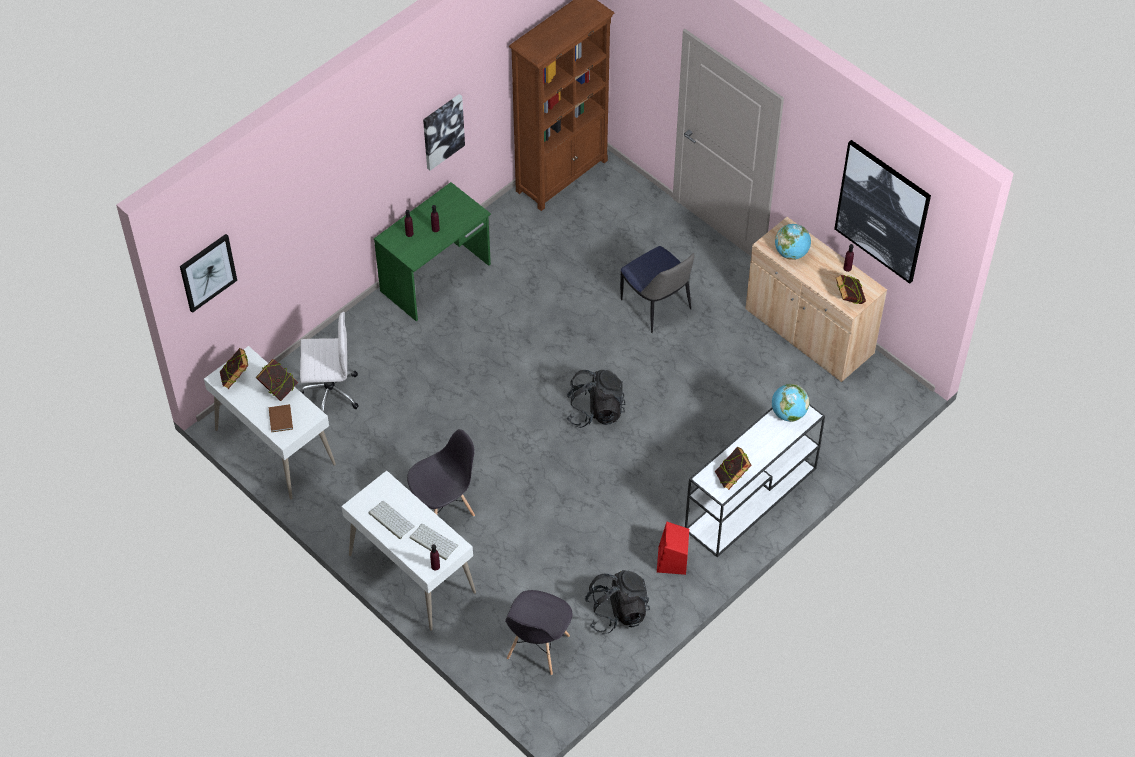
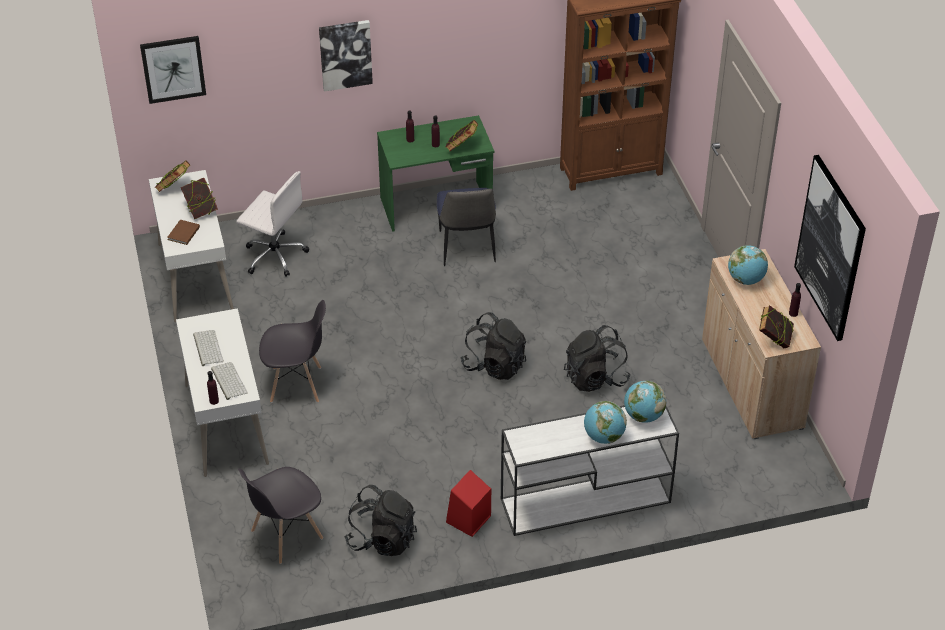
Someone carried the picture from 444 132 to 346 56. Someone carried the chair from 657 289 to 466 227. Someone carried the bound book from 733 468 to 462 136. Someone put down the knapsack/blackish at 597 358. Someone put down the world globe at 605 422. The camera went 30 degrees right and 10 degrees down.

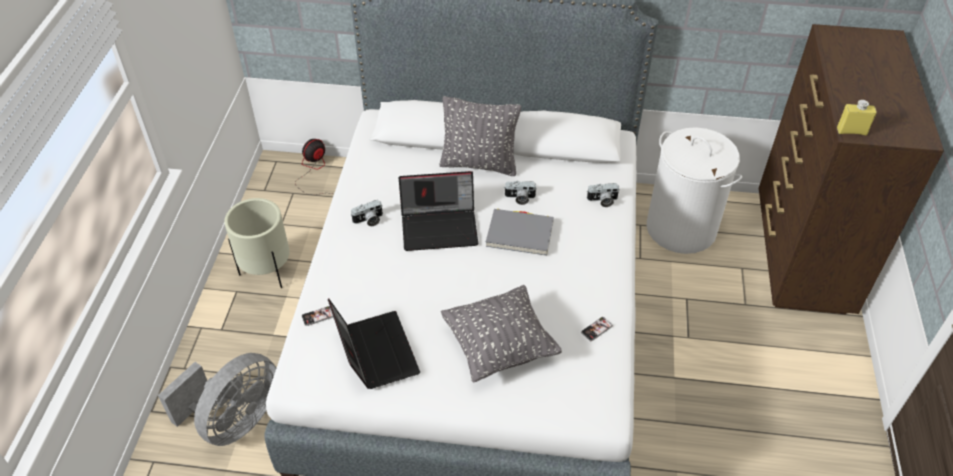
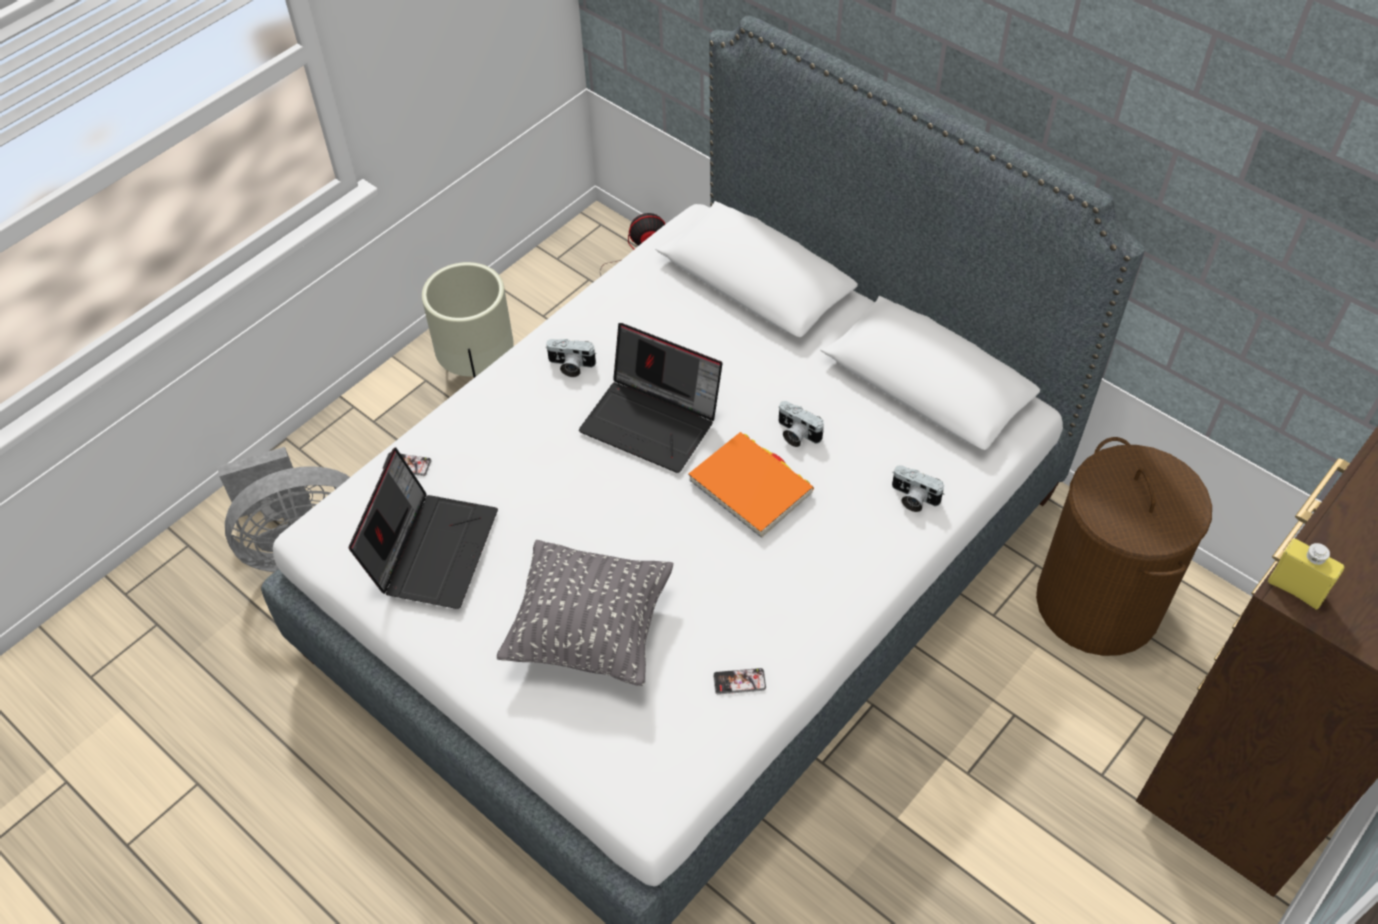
Someone took away the pillow/grey at 480 136. Someone repainted the bound book/grey at 520 232, which became the bound book/orangey at 751 485. Someone repainted the washing basket/white at 694 190, which became the washing basket/brownish at 1124 546. The camera went 35 degrees right and 5 degrees up.

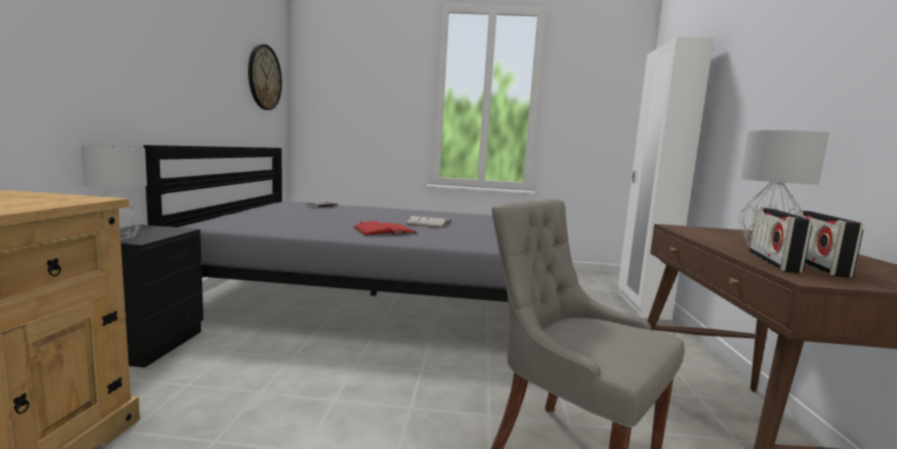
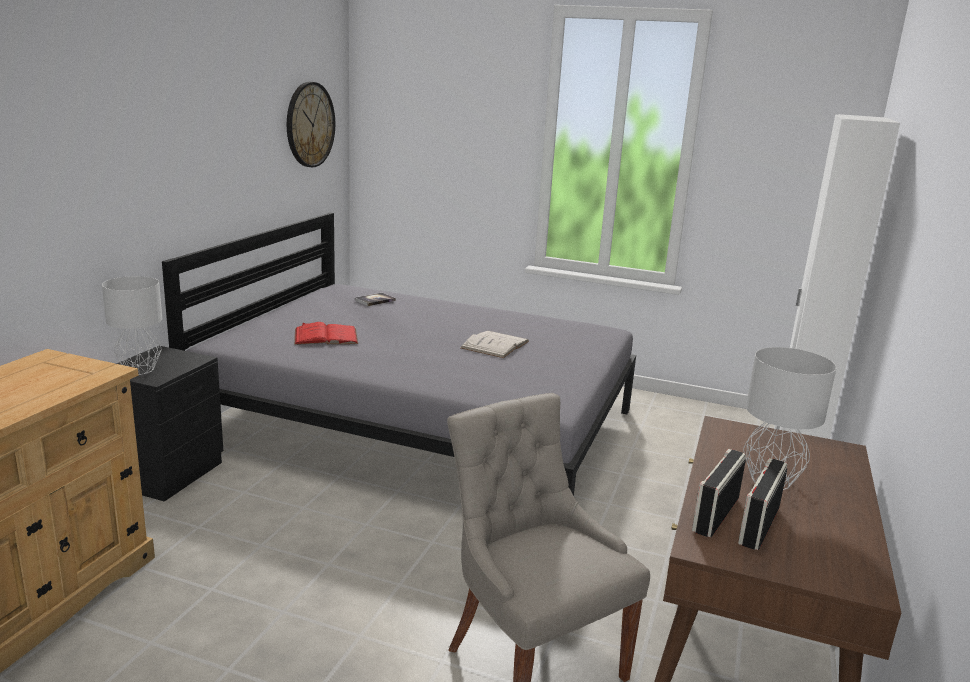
Someone carried the bound book/reddish from 385 228 to 326 333. The camera went 15 degrees right and 10 degrees up.

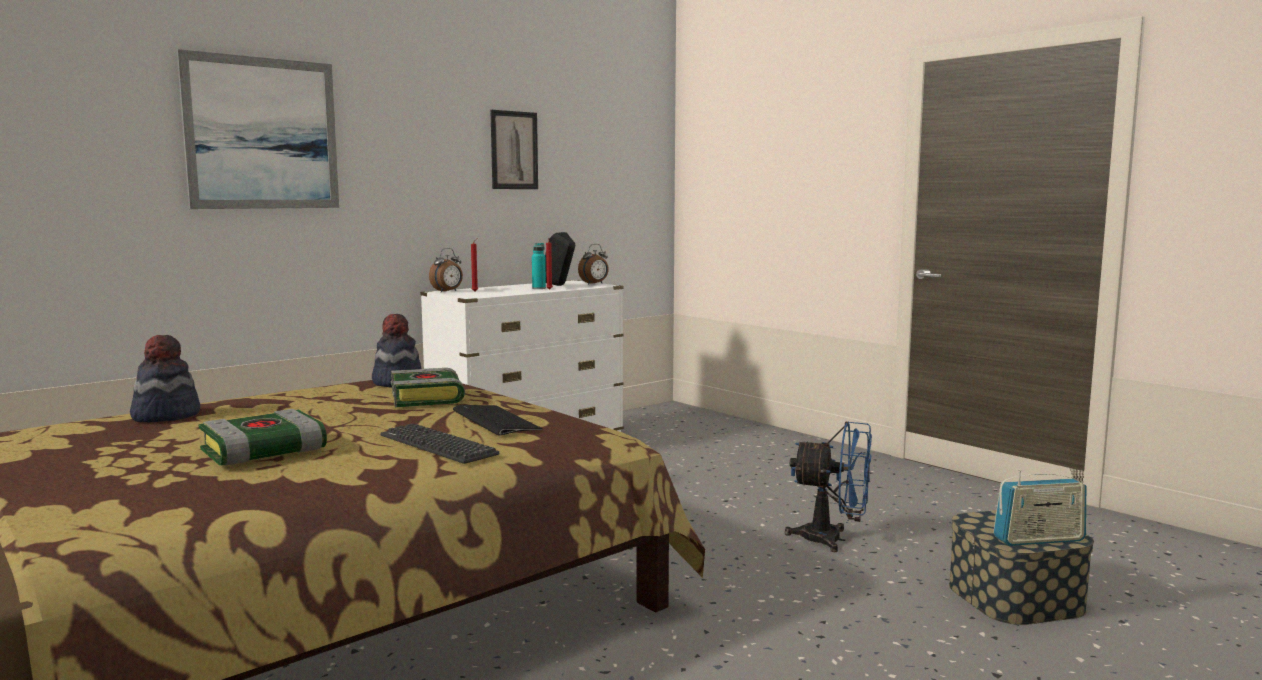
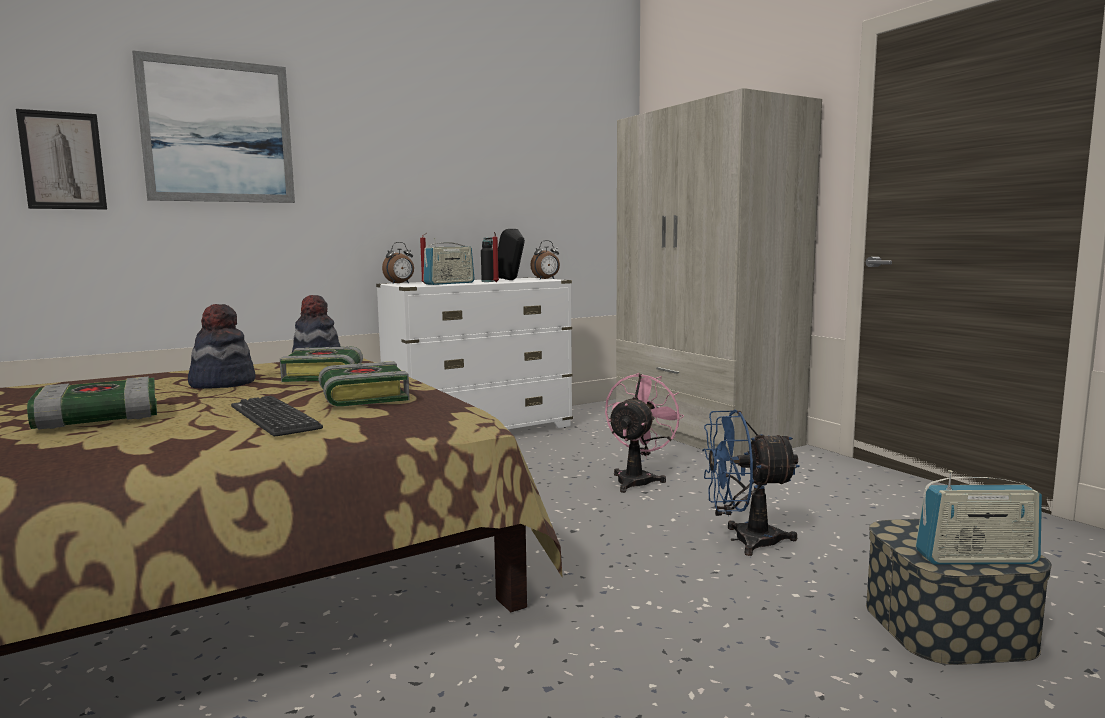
Someone carried the clothing hat from 165 378 to 222 346. Someone swapped the PC keyboard at 498 420 for the bound book at 364 384. Someone carried the picture from 514 149 to 61 159. Someone repainted the bottle/turquoise-coloured at 539 266, which became the bottle/blackish at 488 259. Someone rotated the electric fan/bluish at 828 486 by 150 degrees clockwise. Someone put down the radio at 449 261. Someone put down the electric fan/pink at 644 433. Someone put down the clothes cupboard/beige at 719 272. The camera went 10 degrees right and 0 degrees up.

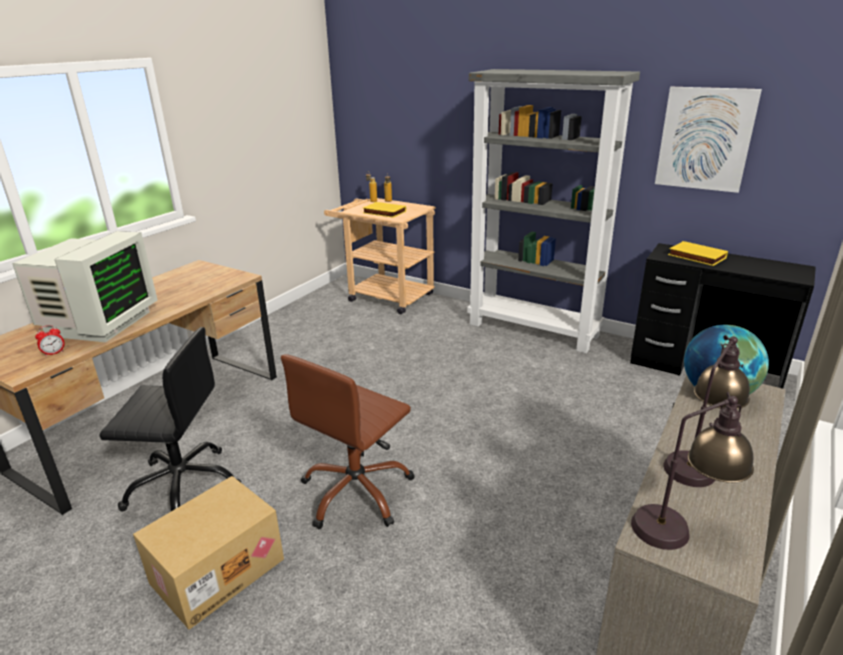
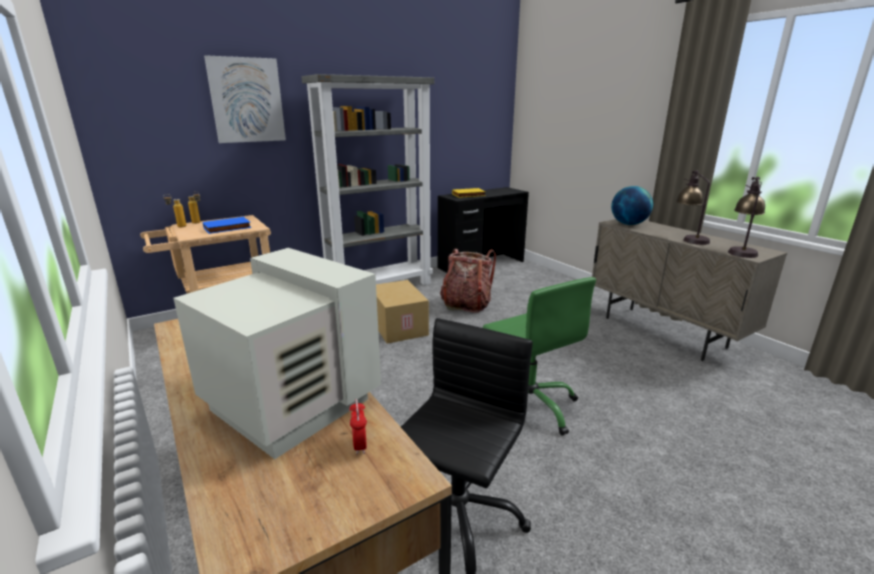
Someone carried the packing box from 208 553 to 402 312. Someone repainted the computer chair/brownish at 348 441, which became the computer chair/green at 539 356. Someone repainted the bound book/yellow-coloured at 384 210, which became the bound book/bluish at 227 225. Someone carried the picture from 708 140 to 245 99. Someone put down the knapsack at 468 281. The camera went 65 degrees left and 5 degrees down.

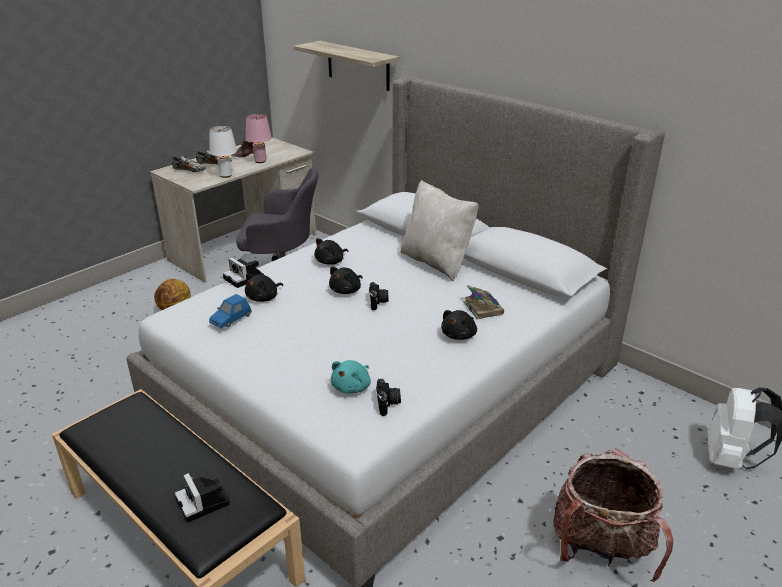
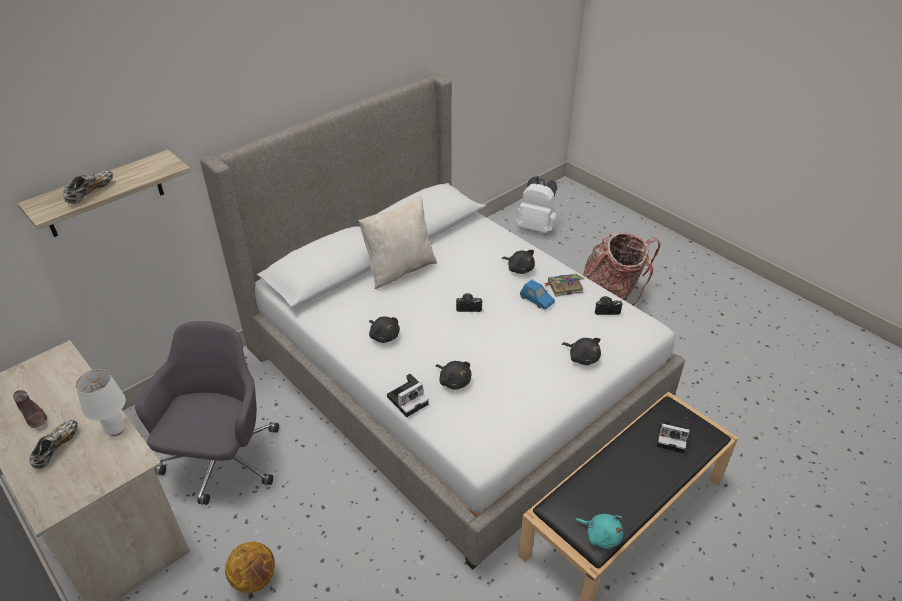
Someone carried the item of footwear from 189 164 to 88 187. Someone rotated the still camera at 202 498 by 45 degrees clockwise. Someone carried the toy car/bluish from 230 311 to 537 295. Someone took away the table lamp/pink at 259 138. Someone carried the plush toy/blackish from 346 280 to 581 351. Someone carried the plush toy/turquoise-coloured from 351 377 to 599 531. Someone carried the bound book from 483 302 to 564 285. The camera went 85 degrees left and 10 degrees up.

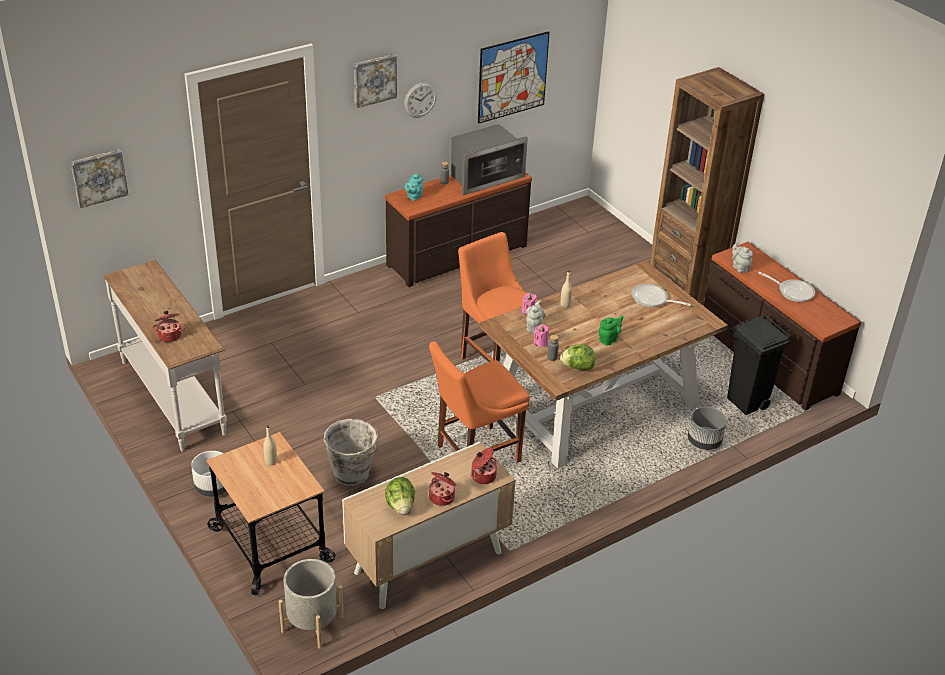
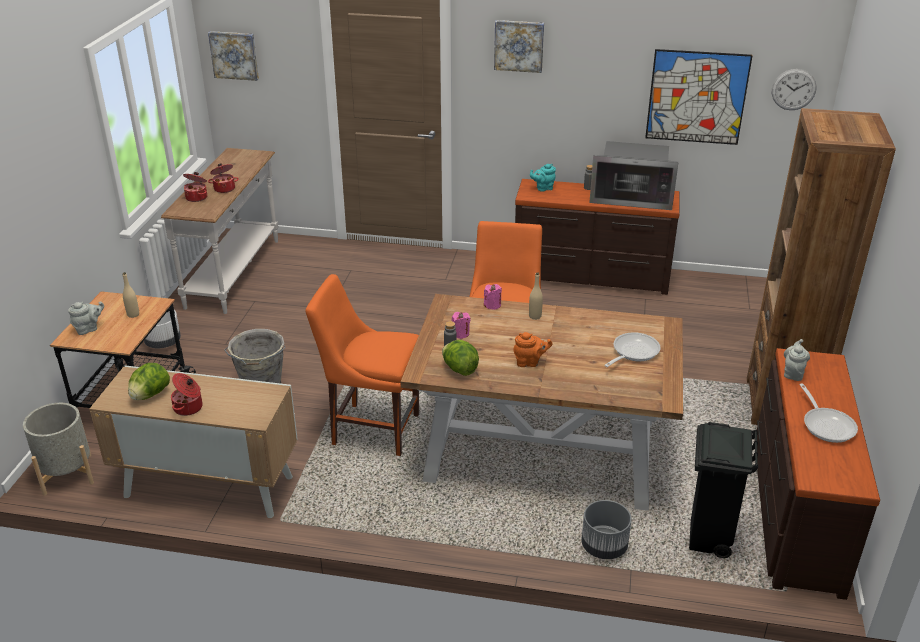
Someone carried the wall clock from 420 100 to 794 89. Someone carried the cooking pot from 484 465 to 223 178. Someone carried the tea pot/grey from 536 316 to 86 318. Someone repainted the tea pot/green at 611 330, which became the tea pot/orangey at 532 349. Someone rotated the pan at 661 295 by 60 degrees clockwise. The camera went 45 degrees right and 5 degrees down.

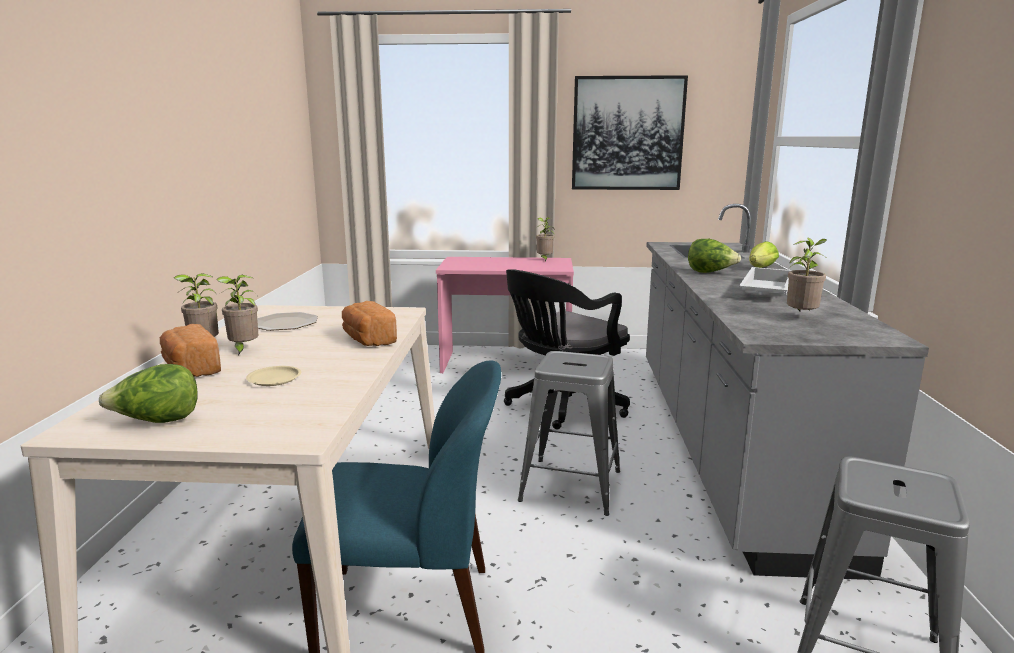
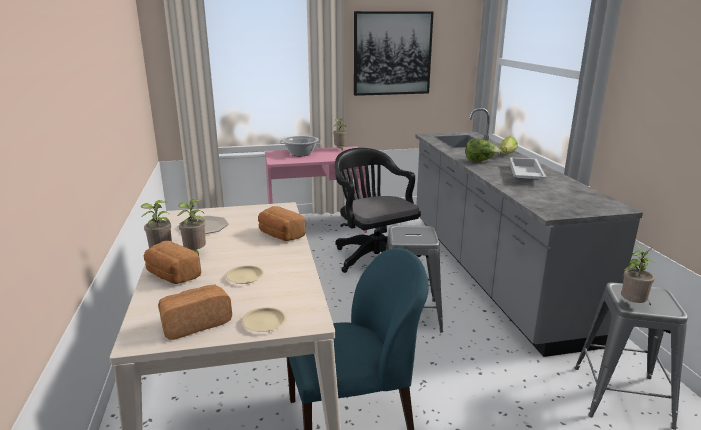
Someone swapped the lettuce head at 148 393 for the baked bread at 195 312. Someone rotated the computer chair/blackish at 567 349 by 120 degrees clockwise. Someone carried the plant in a pot from 807 275 to 638 273. Someone put down the plate/beige at 263 319. Someone put down the cooking pot at 300 146. The camera went 15 degrees left and 5 degrees up.

